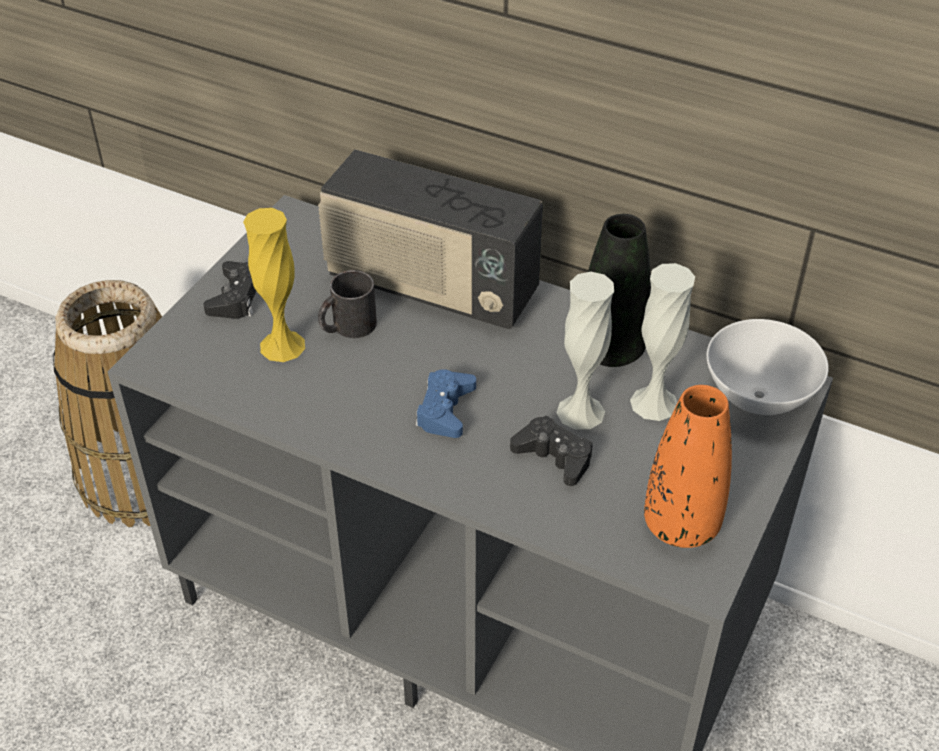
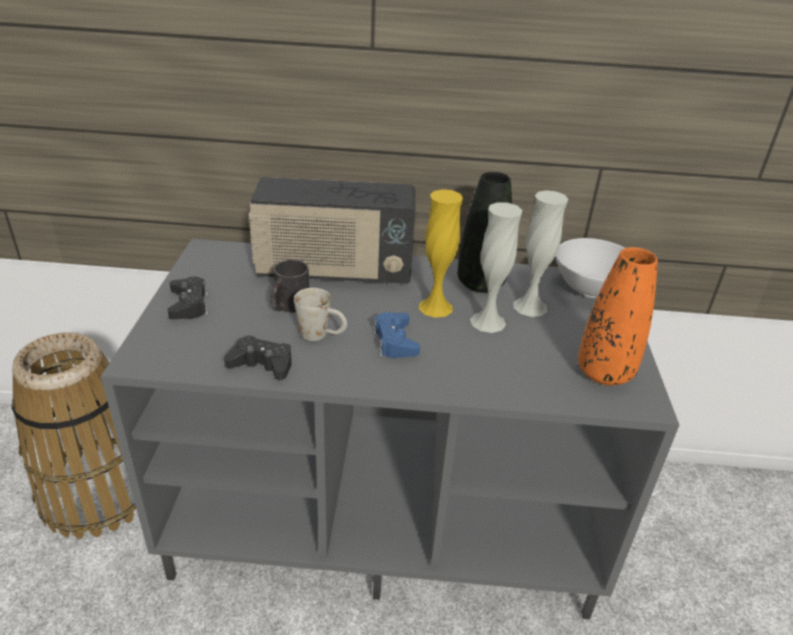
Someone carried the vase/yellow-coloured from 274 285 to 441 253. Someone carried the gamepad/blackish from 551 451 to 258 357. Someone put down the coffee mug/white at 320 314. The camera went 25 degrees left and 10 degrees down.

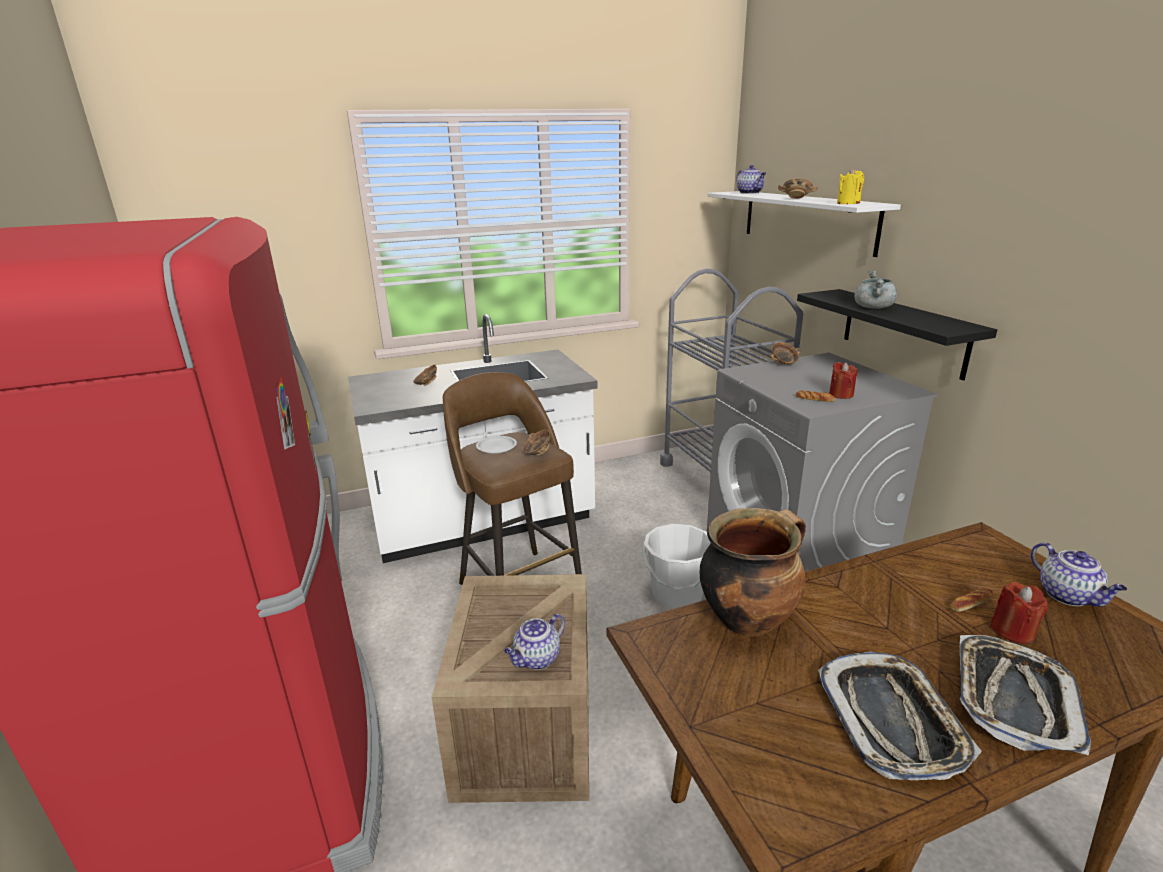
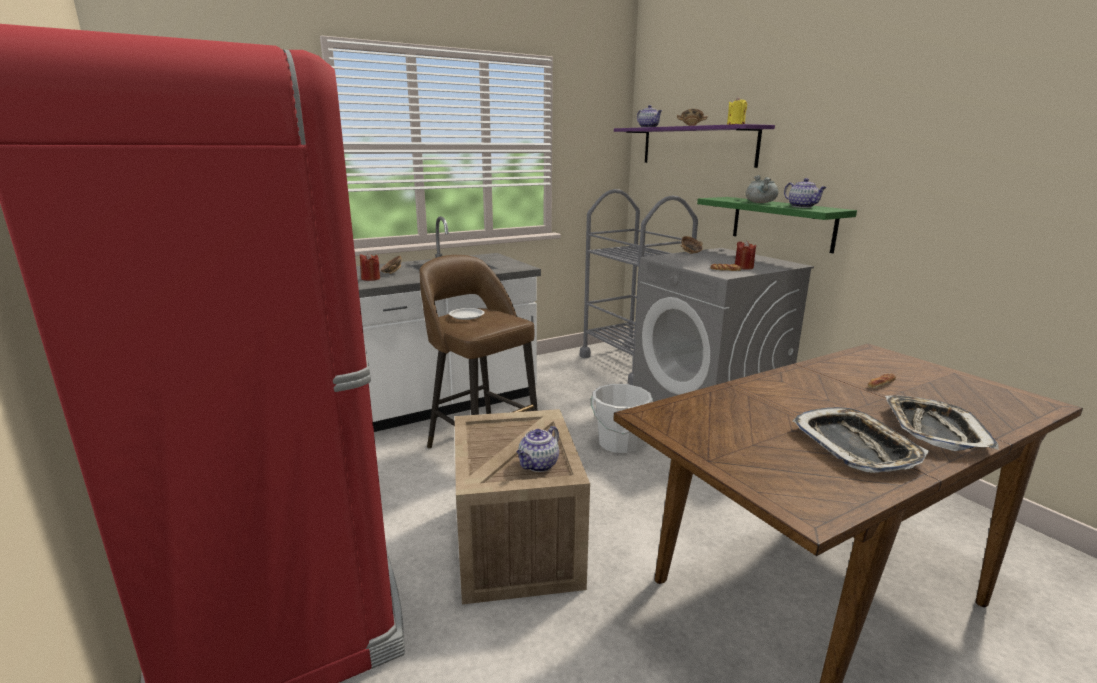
Someone took away the bowl at 536 443. Someone took away the cooking pot at 753 572. Someone repainted the wall shelf/white at 804 224, which became the wall shelf/purple-coloured at 694 146. Someone repainted the wall shelf/blackish at 897 334, which became the wall shelf/green at 777 225. Someone carried the candle/reddish from 1019 613 to 370 266. Someone carried the tea pot from 1079 574 to 805 193. The camera went 10 degrees left and 5 degrees down.

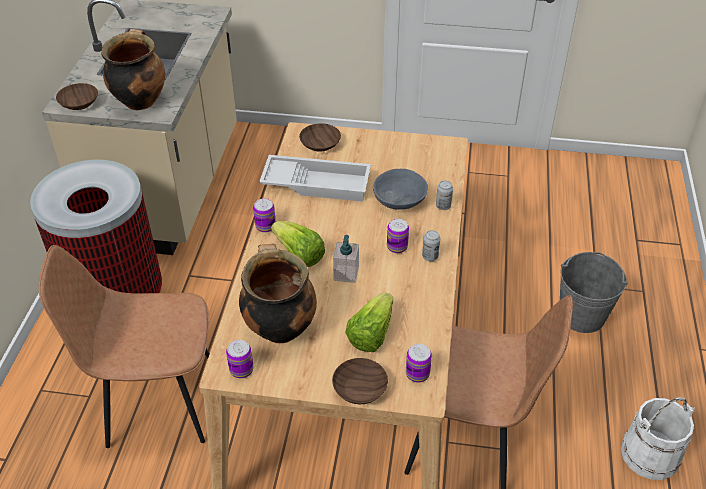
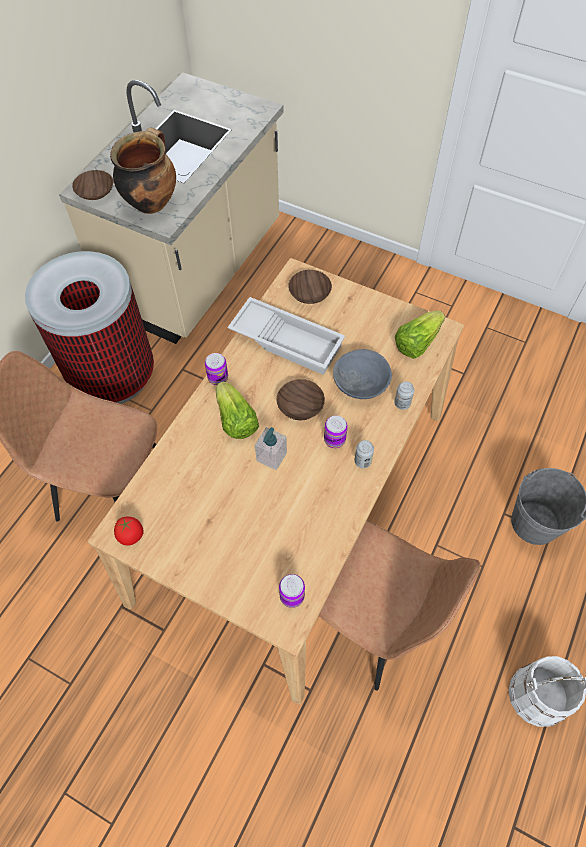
Someone swapped the can at 239 359 for the fresh tomato at 129 531. Someone took away the cooking pot at 278 293. Someone carried the bowl/brownish from 360 381 to 300 399. Someone carried the lettuce head from 369 322 to 420 335. The camera went 20 degrees right and 15 degrees up.

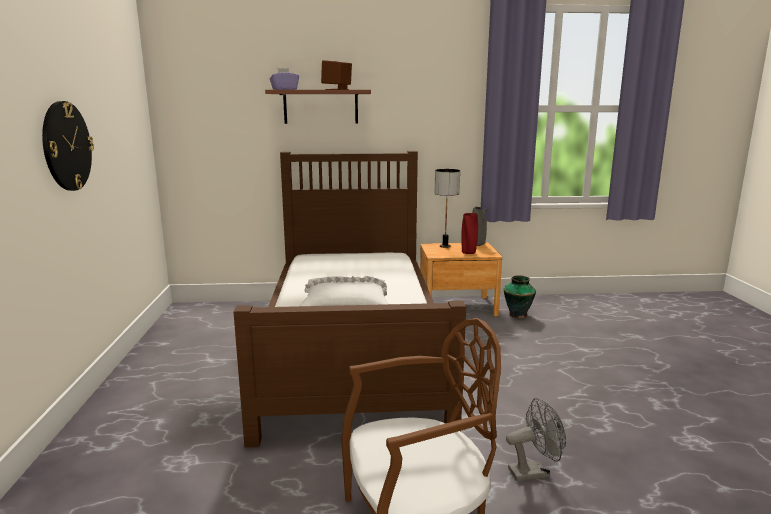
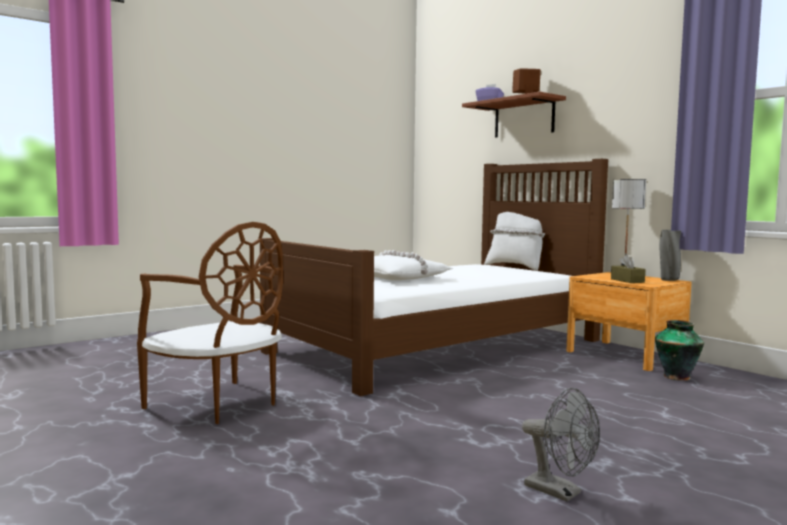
Someone took away the wall clock at 68 146. Someone swapped the vase/reddish at 470 233 for the tissue box/brownish at 628 268. Someone carried the electric fan/grey from 536 439 to 561 445. Someone put down the pillow/white at 514 241. The camera went 55 degrees right and 10 degrees down.

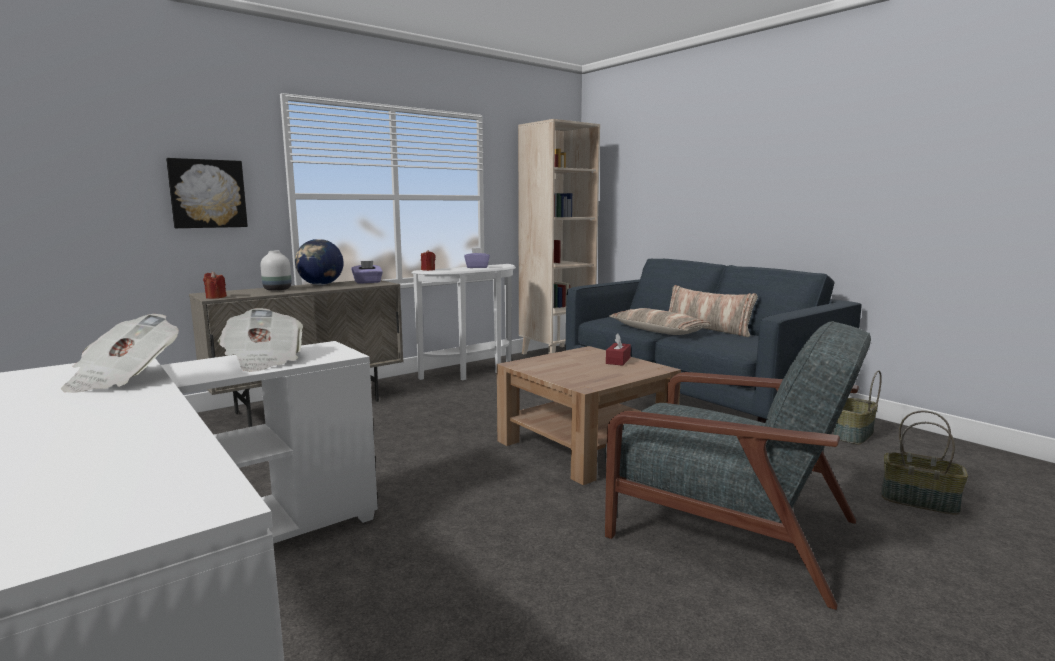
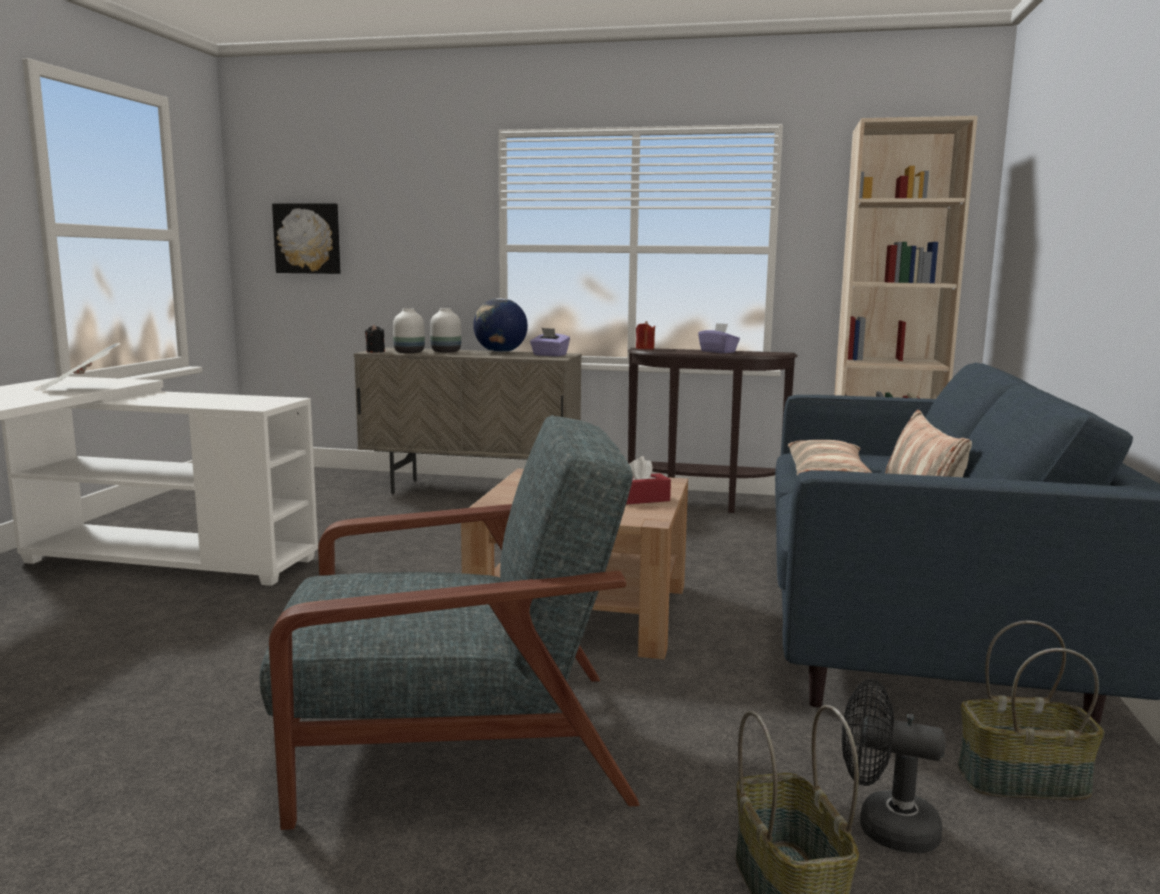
Someone carried the picture from 207 193 to 306 238. Someone repainted the candle/reddish at 215 285, which became the candle/blackish at 375 339. Someone took away the daily paper at 260 340. Someone repainted the hall table/white at 464 322, which became the hall table/brownish at 712 430. Someone rotated the easy chair/grey at 738 465 by 90 degrees counterclockwise. Someone put down the vase/white at 409 330. Someone put down the electric fan/blackish at 894 766. The camera went 50 degrees right and 0 degrees up.

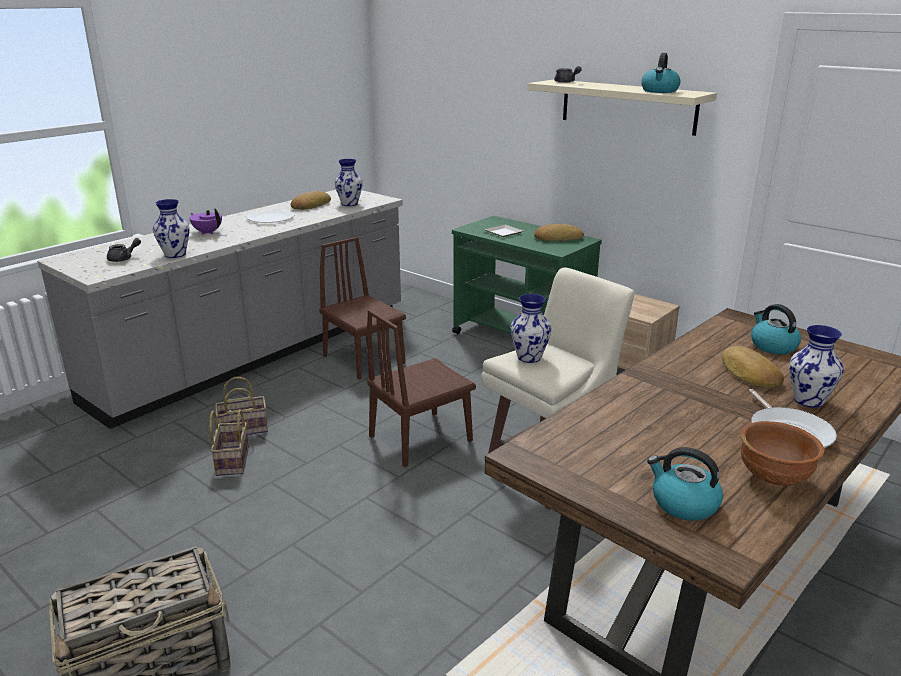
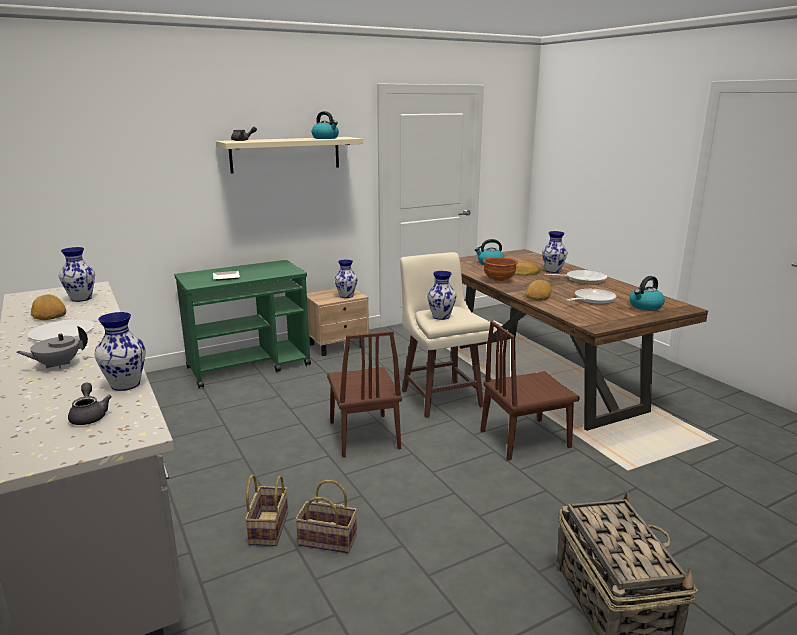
Someone repainted the tea pot/purple-coloured at 205 221, which became the tea pot/grey at 52 347. Someone carried the chair/brownish from 362 308 to 530 391. Someone carried the baked bread from 559 232 to 538 290. Someone carried the bowl/brownish from 783 453 to 500 269. Someone put down the vase at 345 278. Someone put down the pan at 591 296. The camera went 70 degrees left and 5 degrees down.

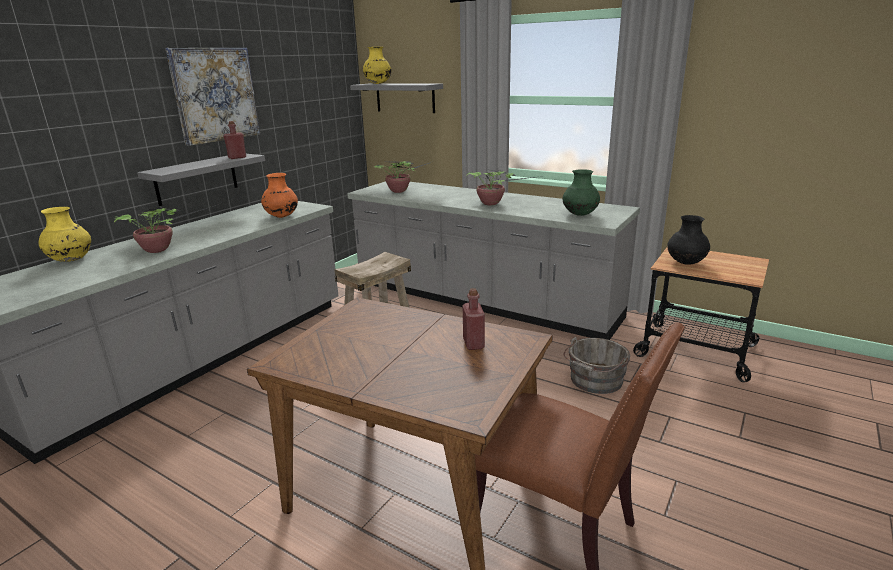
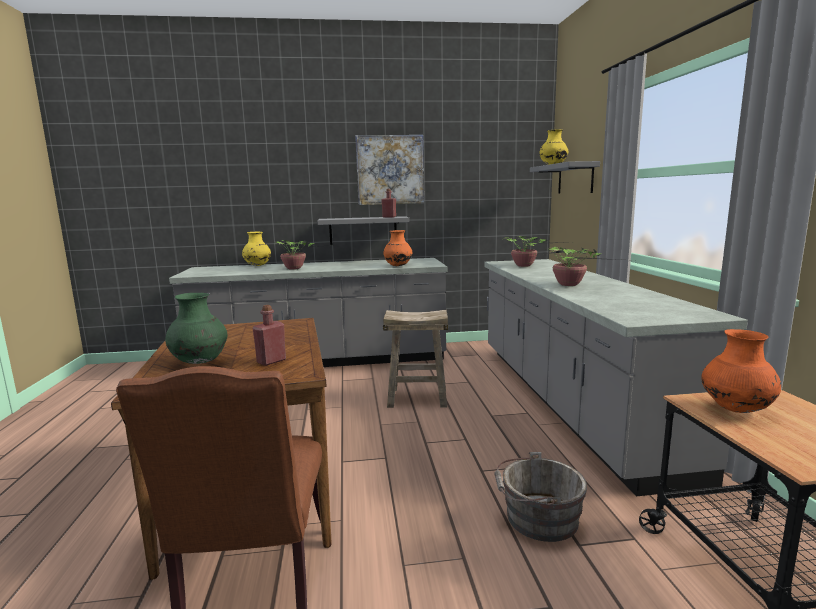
Someone carried the vase/green from 581 192 to 196 328. Someone repainted the vase/blackish at 688 240, which became the vase/orangey at 741 371. The camera went 50 degrees right and 10 degrees down.

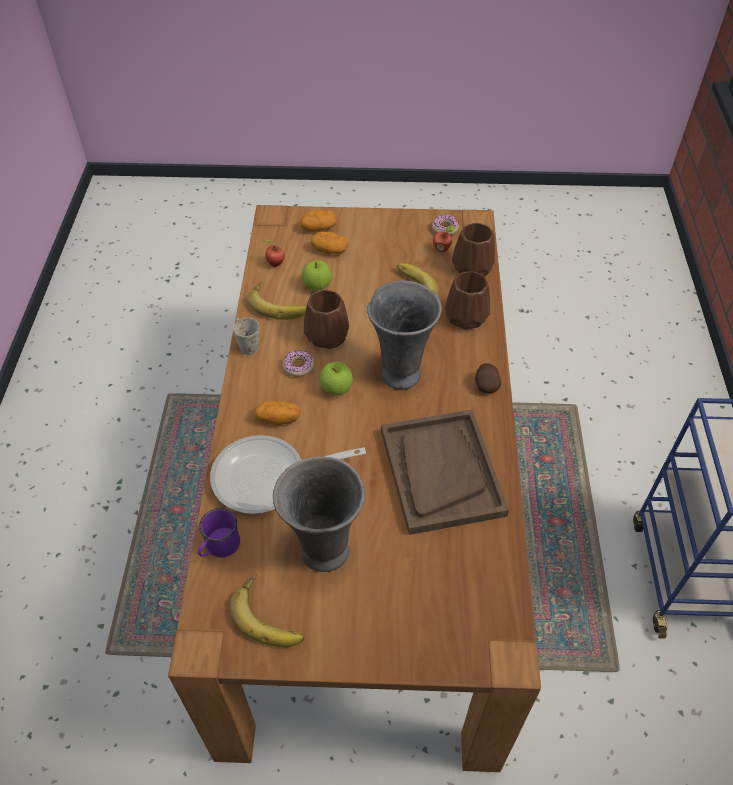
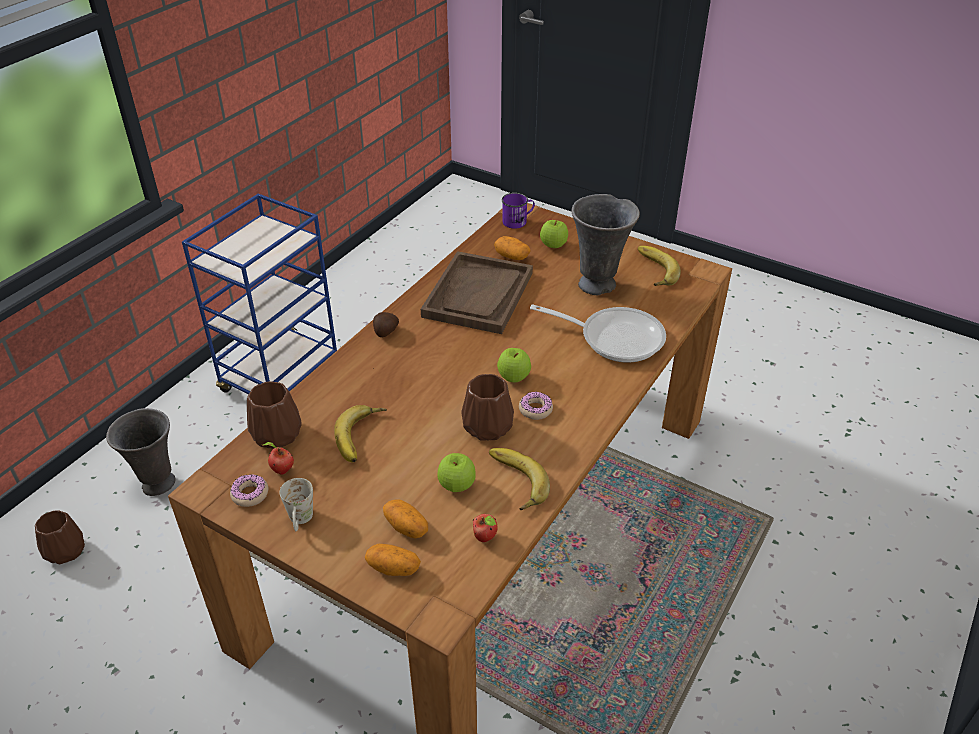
Someone carried the coffee mug/purple-coloured from 219 532 to 518 211. Someone carried the coffee mug/white from 246 336 to 296 504. Someone carried the whole potato from 278 413 to 512 248. Someone carried the vase/grey from 404 335 to 140 452. Someone carried the vase/brownish from 467 300 to 60 537. Someone put down the apple at 554 234. The camera went 150 degrees left and 10 degrees down.

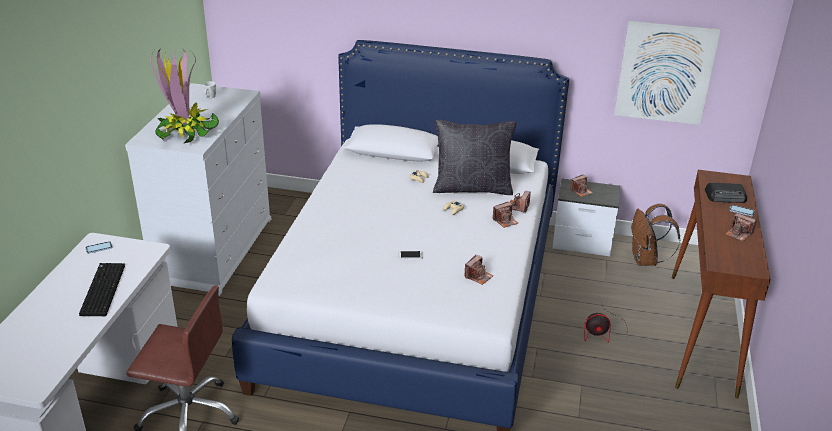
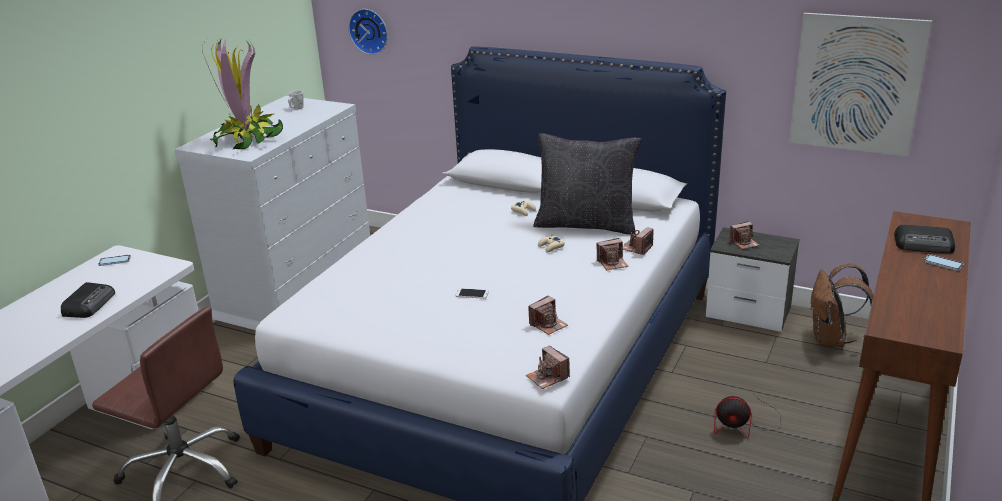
Someone swapped the PC keyboard at 102 289 for the radio at 88 300. Someone carried the still camera from 741 227 to 548 367. Someone put up the wall clock at 368 32. The camera went 15 degrees right and 5 degrees down.

